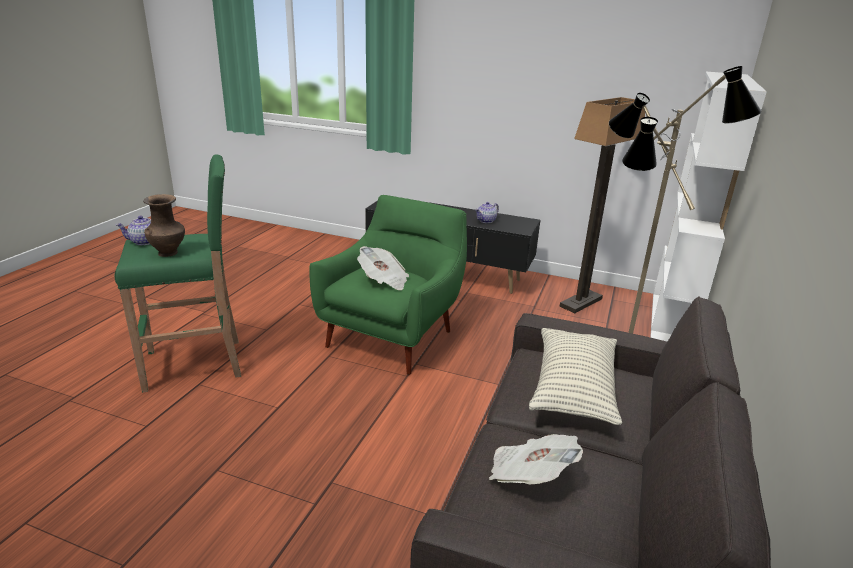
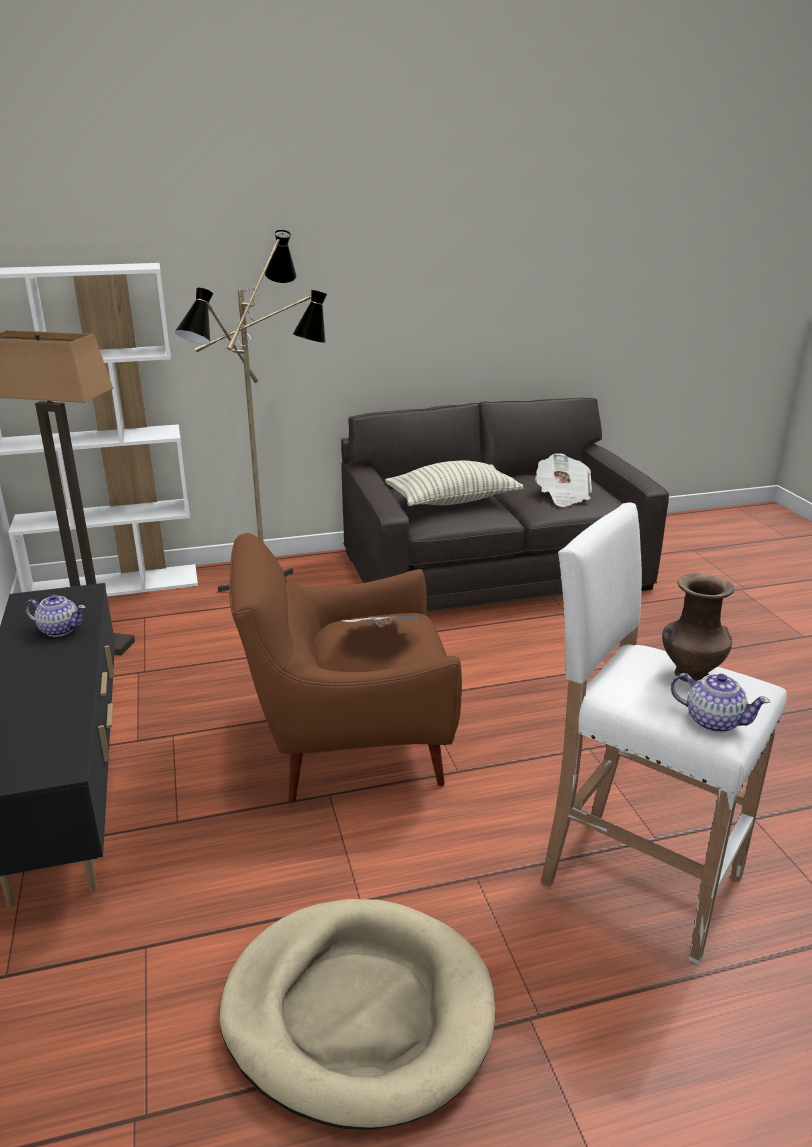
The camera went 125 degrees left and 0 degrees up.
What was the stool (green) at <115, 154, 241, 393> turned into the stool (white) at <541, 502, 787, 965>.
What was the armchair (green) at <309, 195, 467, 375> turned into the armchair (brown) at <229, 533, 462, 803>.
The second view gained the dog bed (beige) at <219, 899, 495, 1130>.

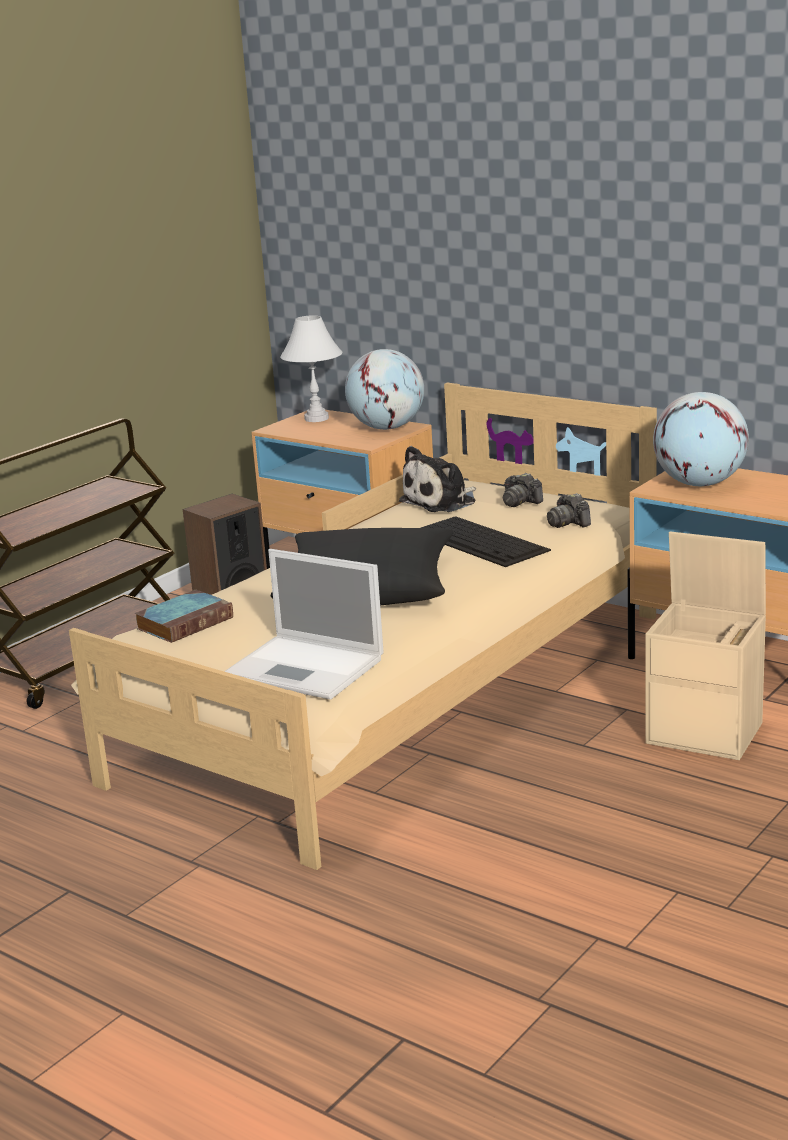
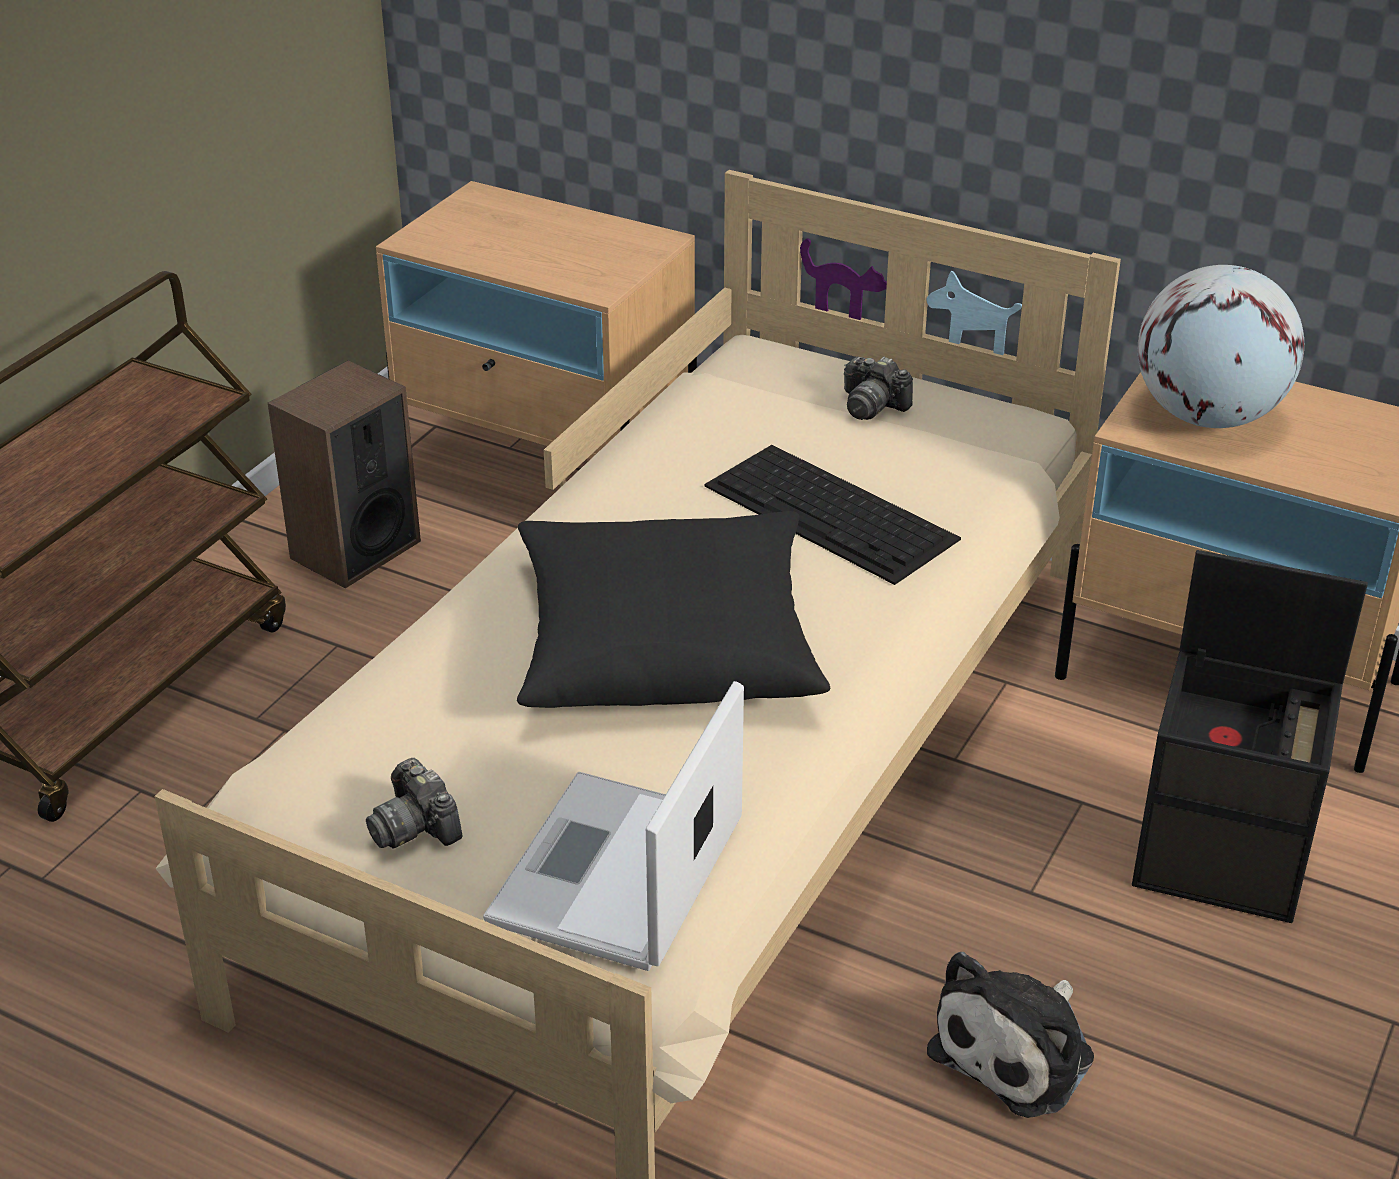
The camera went 10 degrees left and 15 degrees up.
The second view lost the table lamp (white) at <280, 315, 342, 422>.
The second view lost the globe at <345, 349, 424, 430>.
The plush toy ended up elsewhere, having gone from <399, 446, 476, 512> to <927, 952, 1094, 1118>.
The photo camera ended up elsewhere, having gone from <547, 493, 591, 528> to <366, 758, 463, 849>.
What was the storage box (beige) at <646, 532, 766, 760> turned into the storage box (black) at <1132, 550, 1368, 923>.
The laptop at <224, 549, 384, 700> ended up facing another way, 90 degrees clockwise from before.
The second view lost the book at <134, 590, 233, 643>.

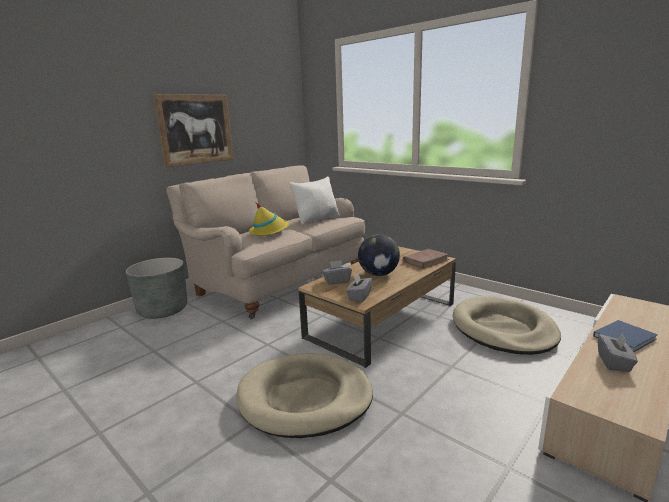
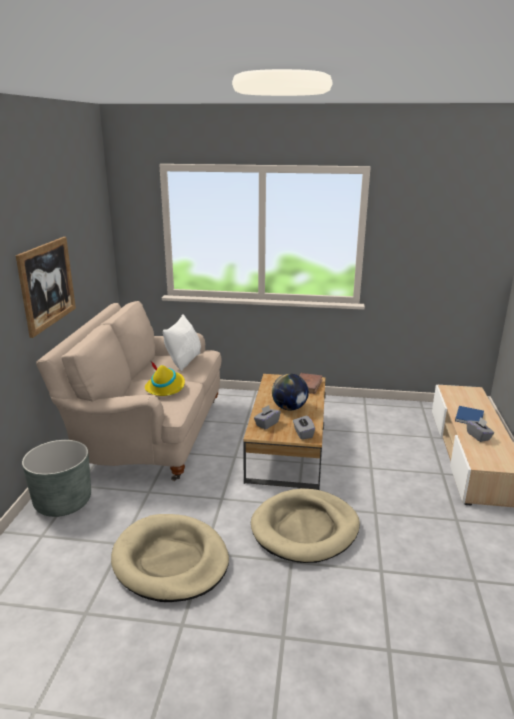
The camera went 35 degrees left and 5 degrees up.
The dog bed (beige) ended up elsewhere, having gone from <453, 296, 561, 355> to <111, 514, 229, 602>.

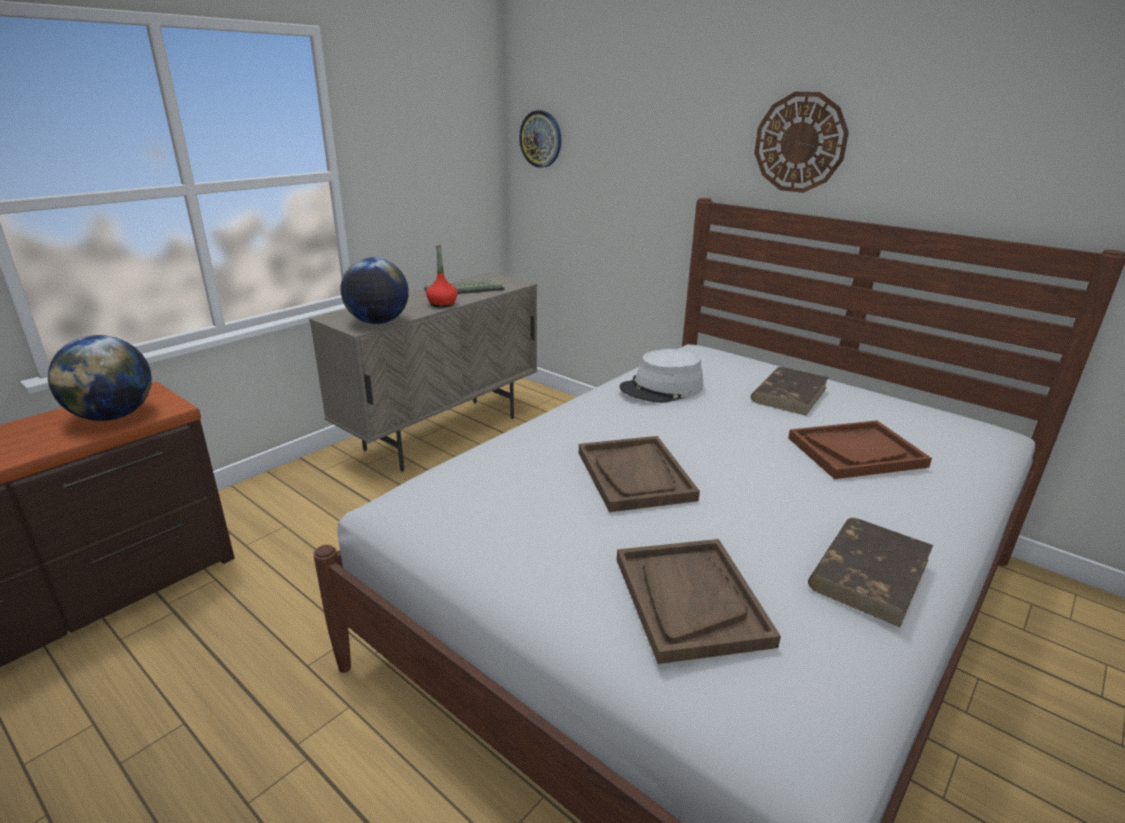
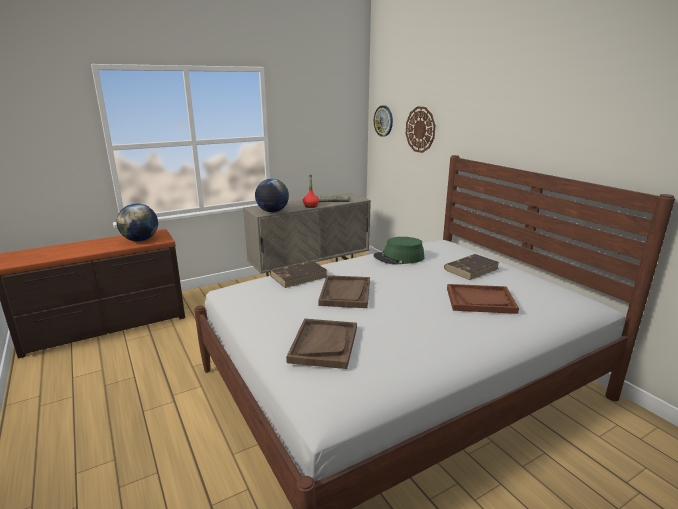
The camera went 20 degrees right and 5 degrees down.
The wall clock ended up elsewhere, having gone from <754, 92, 849, 193> to <406, 106, 435, 153>.
What was the hat (grey) at <619, 349, 703, 403> turned into the hat (green) at <374, 237, 424, 264>.
The book (brown) ended up elsewhere, having gone from <808, 517, 933, 627> to <270, 261, 327, 288>.

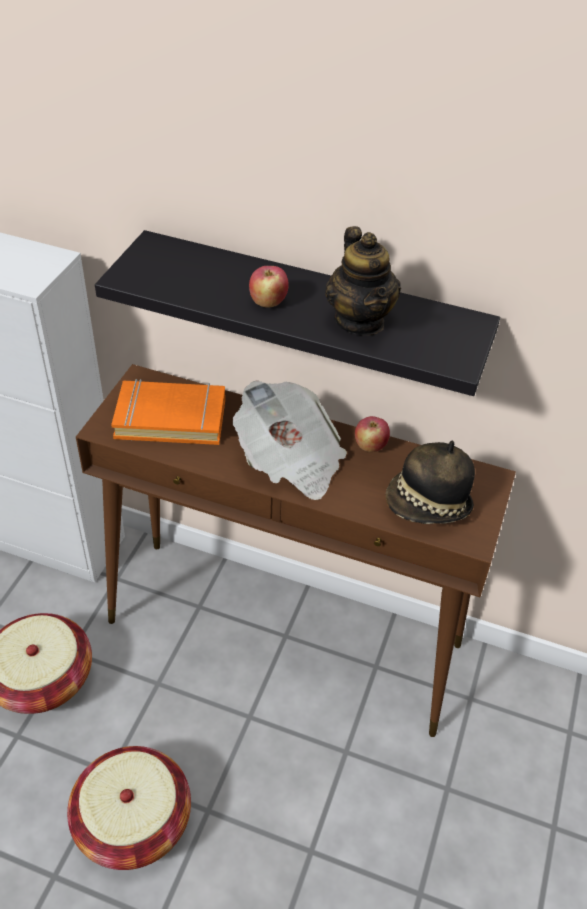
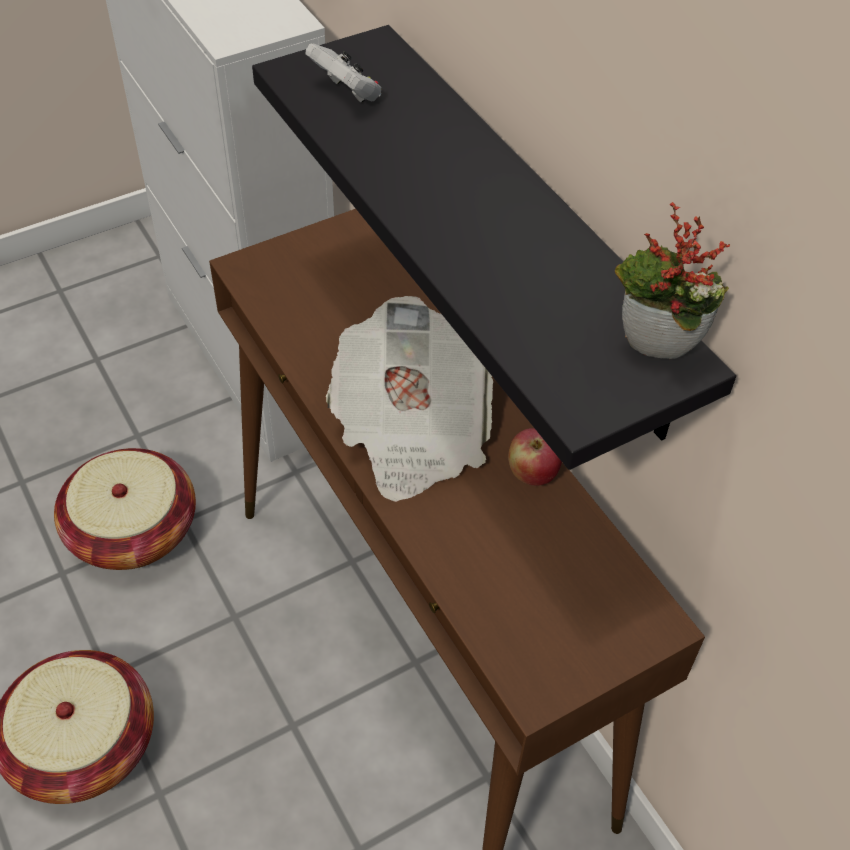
The camera went 40 degrees right and 5 degrees up.
The second view lost the teapot at <325, 226, 401, 336>.
The second view lost the apple at <249, 266, 289, 308>.
The second view lost the book (orange) at <111, 379, 225, 445>.
The second view lost the hat at <386, 441, 475, 524>.
The second view gained the game controller (white) at <306, 43, 381, 102>.
The second view gained the potted plant at <615, 202, 730, 359>.

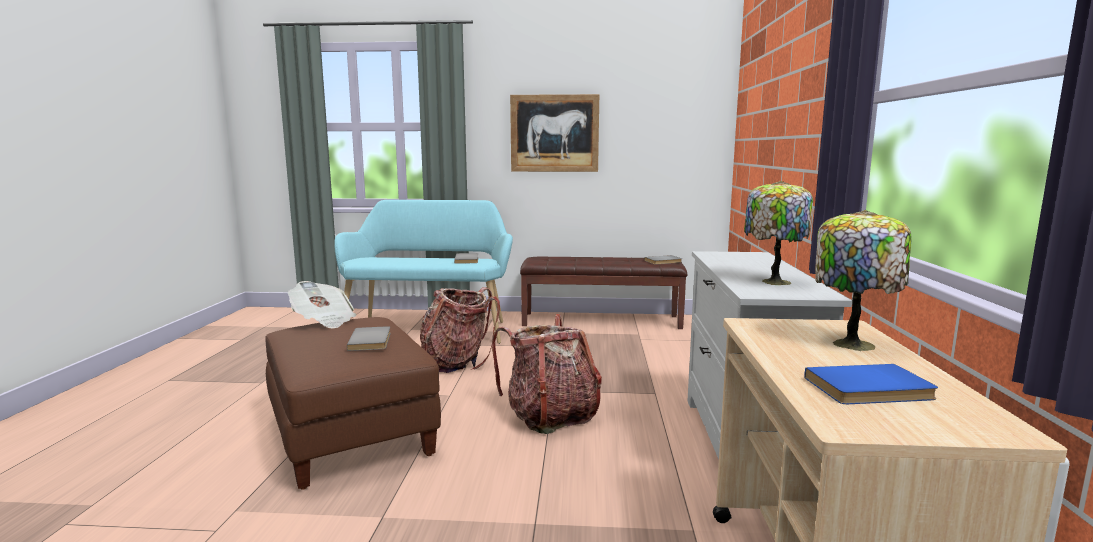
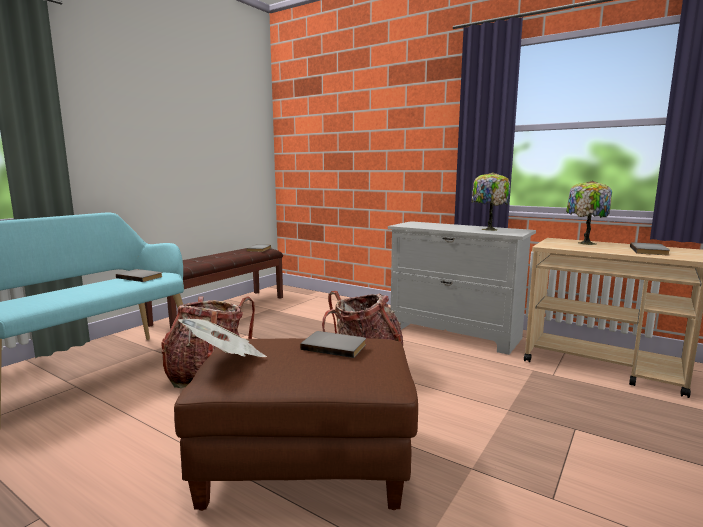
The camera went 60 degrees left and 0 degrees up.
The second view lost the picture at <510, 94, 599, 172>.
What was the book (blue) at <804, 364, 938, 404> turned into the book (grey) at <630, 242, 670, 256>.

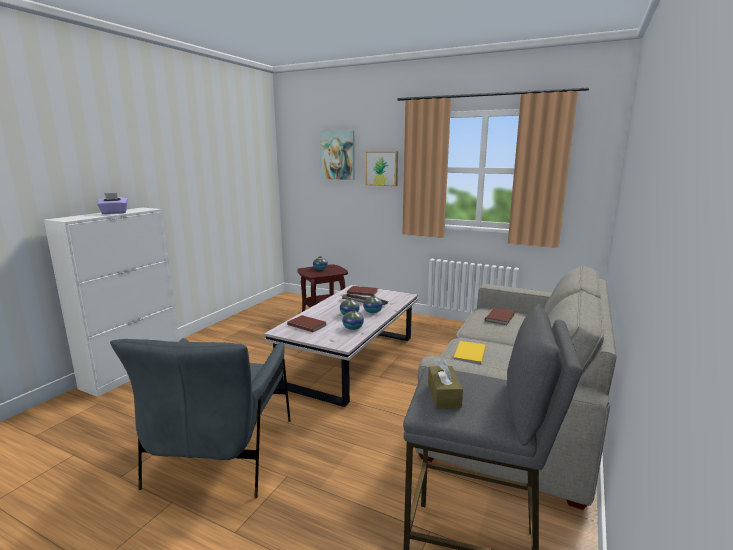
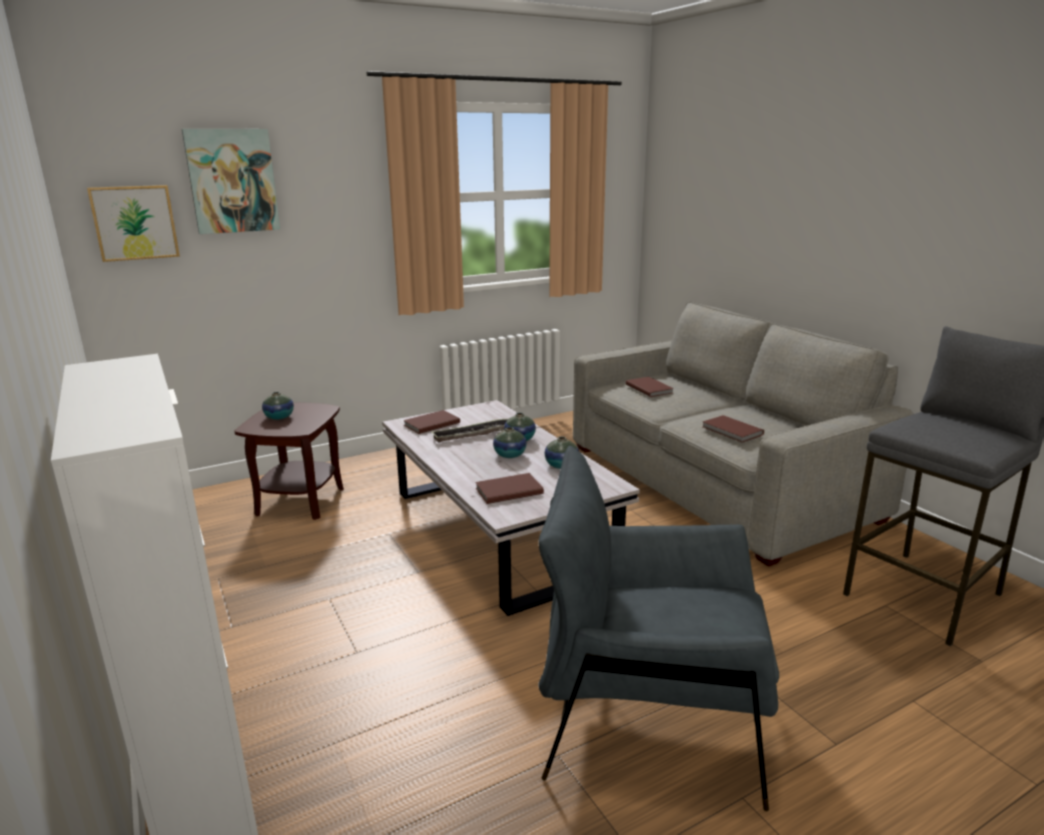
The camera went 55 degrees left and 5 degrees up.
The picture ended up elsewhere, having gone from <365, 151, 398, 186> to <87, 185, 180, 262>.
The second view lost the tissue box (purple) at <97, 193, 128, 214>.
The armchair (grey) at <110, 338, 291, 498> ended up facing another way, 150 degrees clockwise from before.
What was the book (yellow) at <454, 341, 486, 365> turned into the book (brown) at <703, 415, 764, 442>.
The second view lost the tissue box (brown) at <428, 359, 463, 408>.

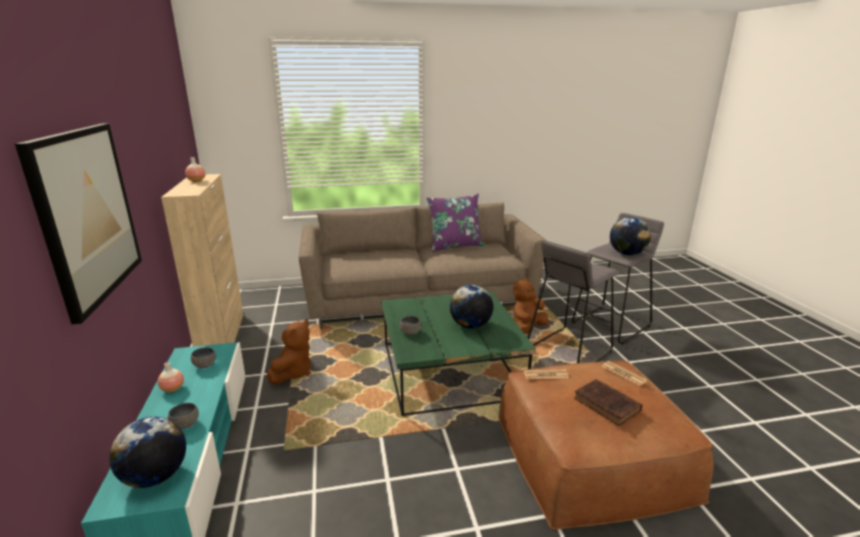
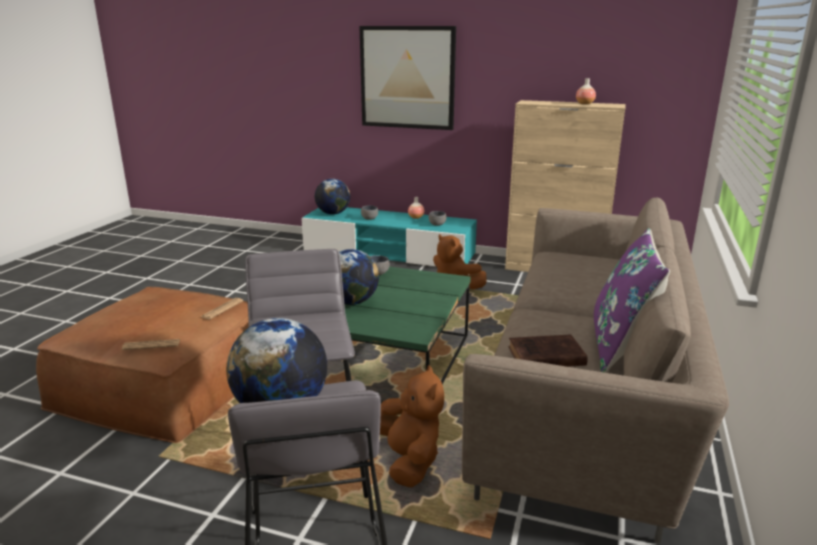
The camera went 120 degrees right and 0 degrees up.
The book (brown) ended up elsewhere, having gone from <574, 379, 642, 426> to <508, 334, 588, 367>.

